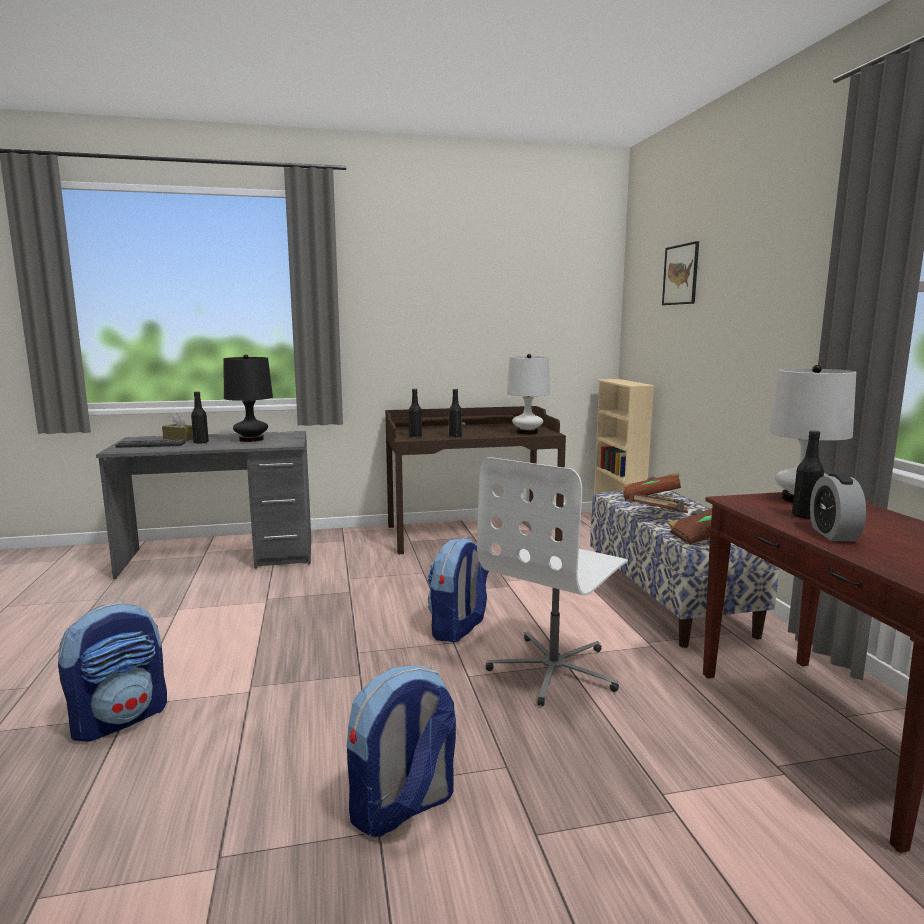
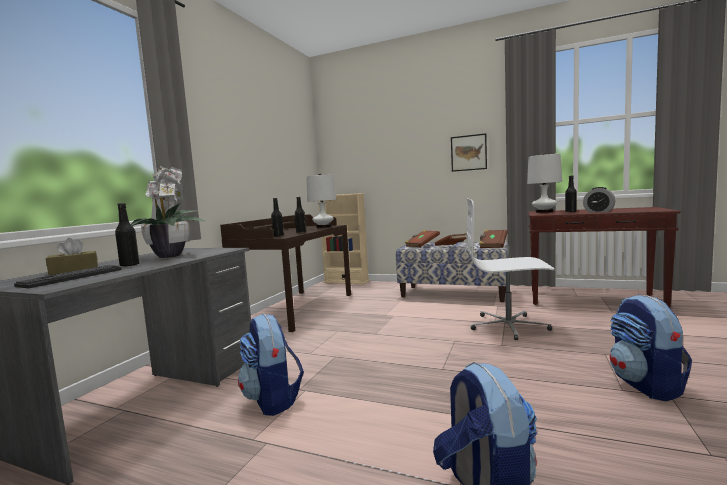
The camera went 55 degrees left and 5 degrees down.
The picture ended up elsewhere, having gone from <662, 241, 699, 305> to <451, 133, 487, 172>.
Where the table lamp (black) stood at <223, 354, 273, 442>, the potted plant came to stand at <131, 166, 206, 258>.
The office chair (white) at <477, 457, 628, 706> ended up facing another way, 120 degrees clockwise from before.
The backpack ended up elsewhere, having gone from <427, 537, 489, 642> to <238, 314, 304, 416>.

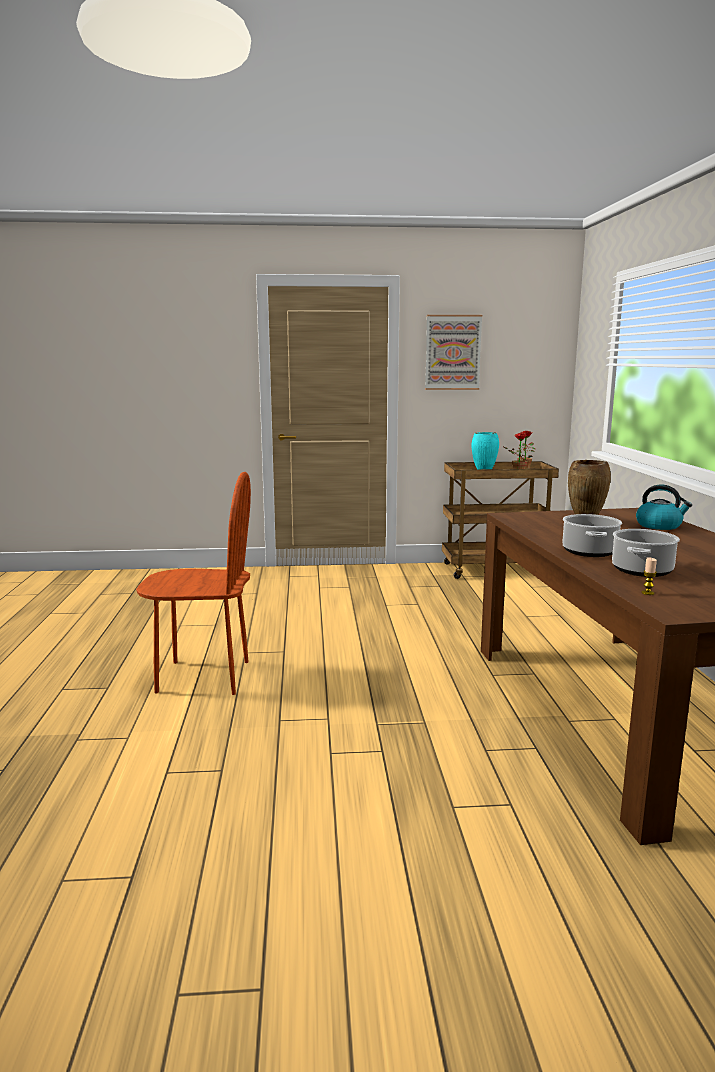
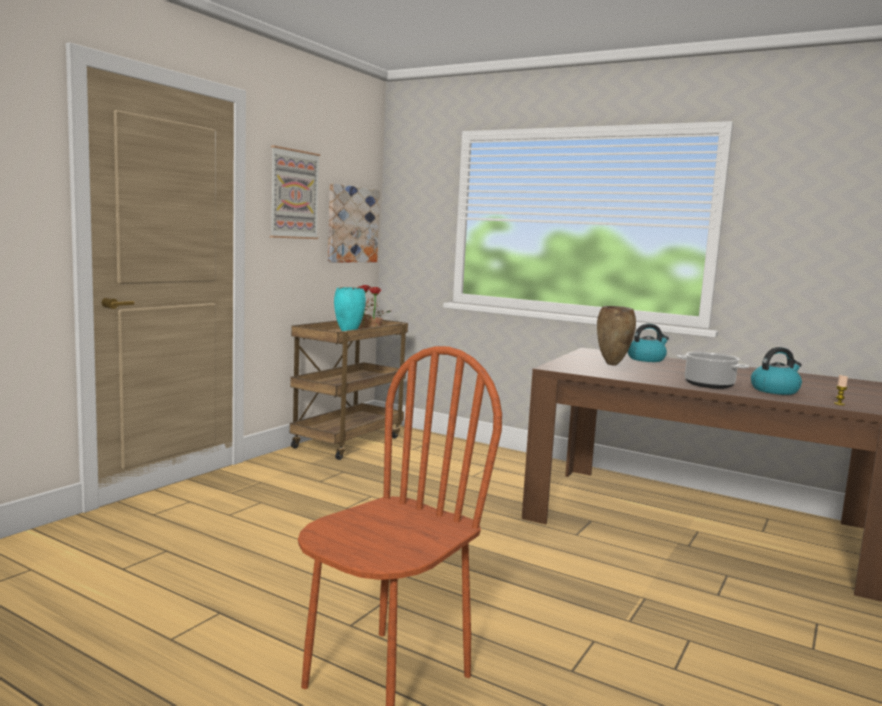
The camera went 55 degrees left and 5 degrees down.
Where the cooking pot stood at <612, 529, 680, 577>, the kettle came to stand at <751, 347, 802, 395>.
The second view gained the picture at <328, 183, 380, 262>.

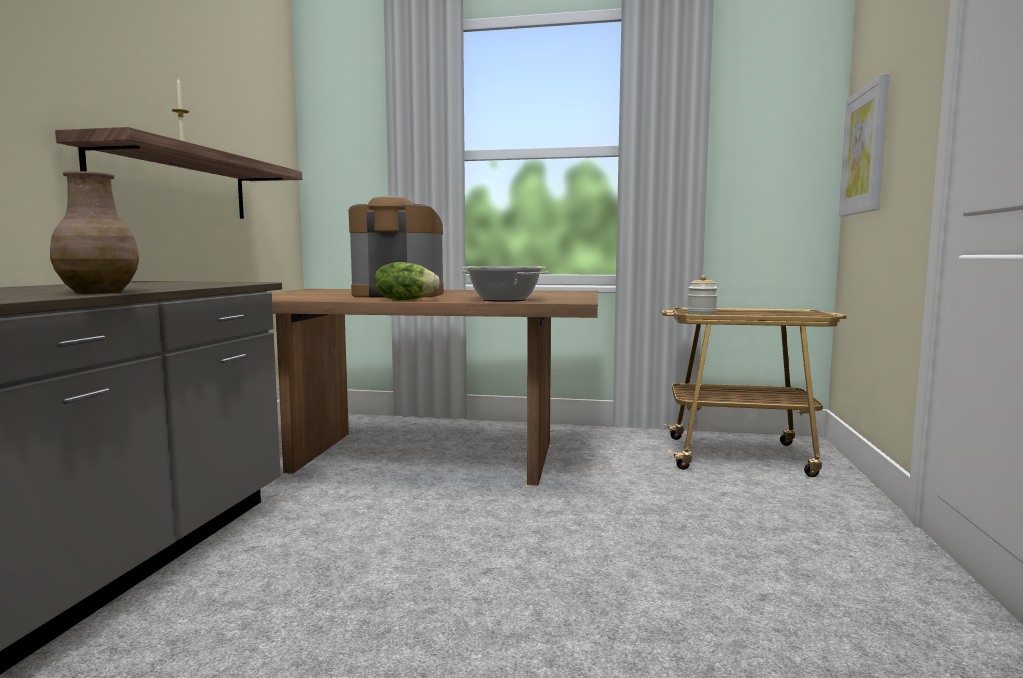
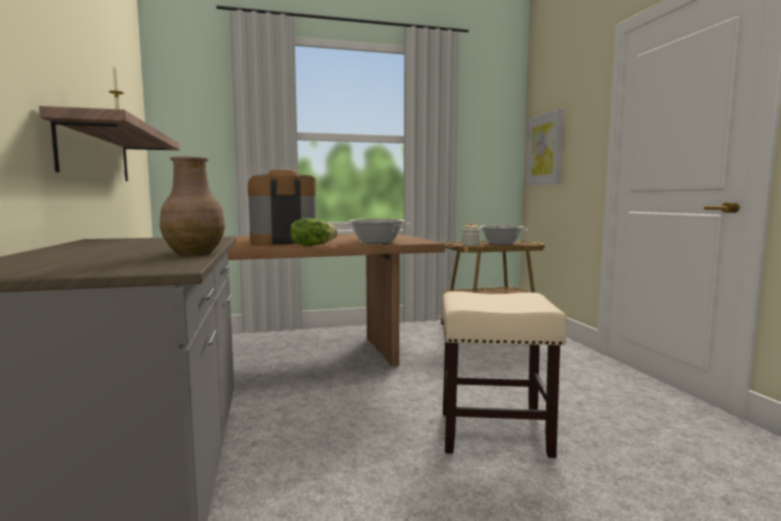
The camera went 25 degrees left and 0 degrees up.
The second view gained the cooking pot at <478, 225, 528, 245>.
The second view gained the stool (beige) at <442, 291, 567, 458>.

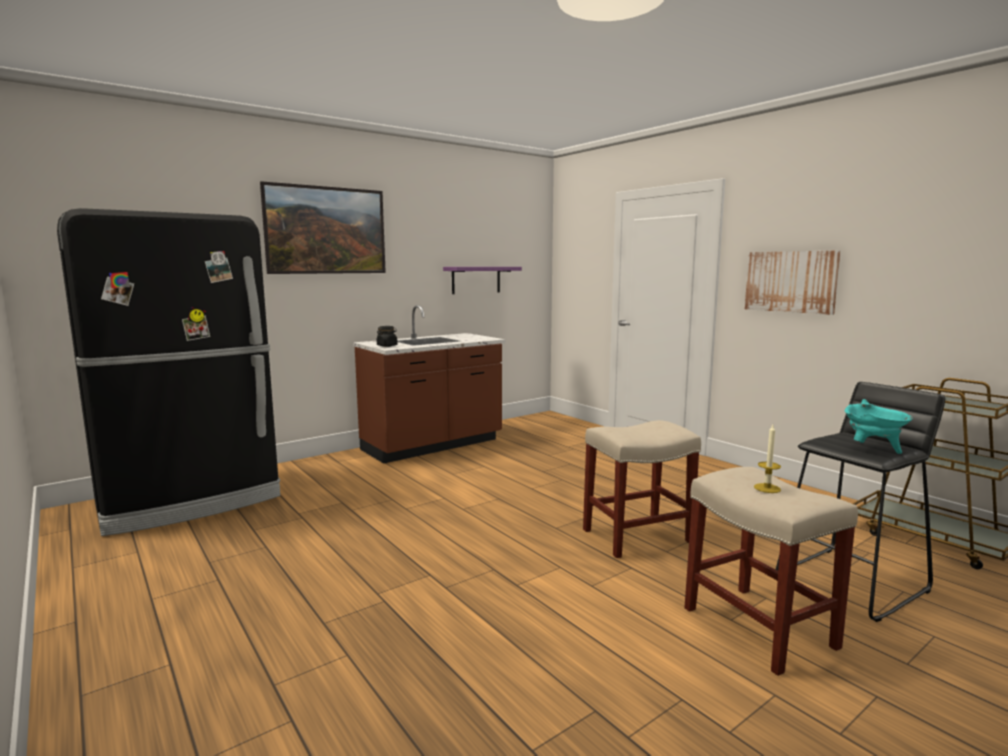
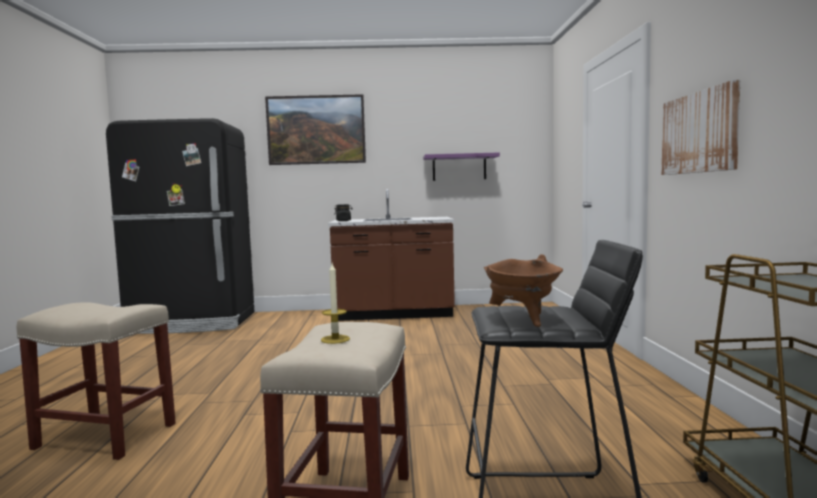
The camera went 35 degrees right and 5 degrees down.
What was the cooking pot (turquoise) at <844, 399, 913, 454> turned into the cooking pot (brown) at <484, 254, 563, 327>.
The stool (beige) ended up elsewhere, having gone from <583, 420, 701, 558> to <17, 302, 176, 460>.

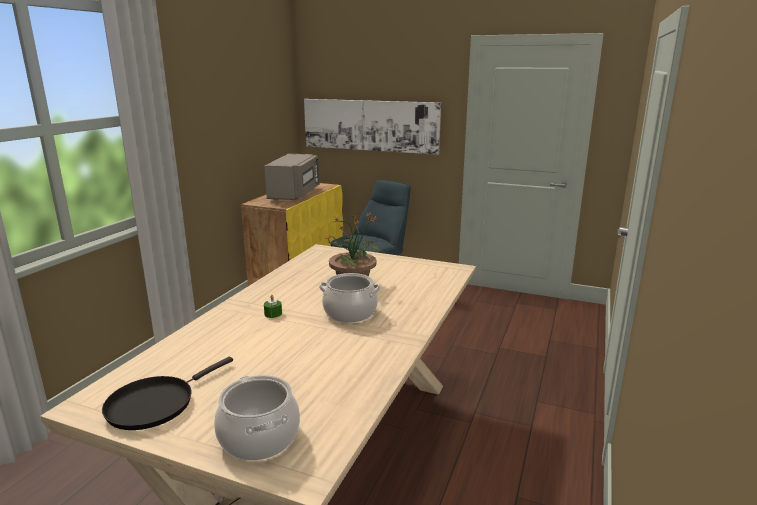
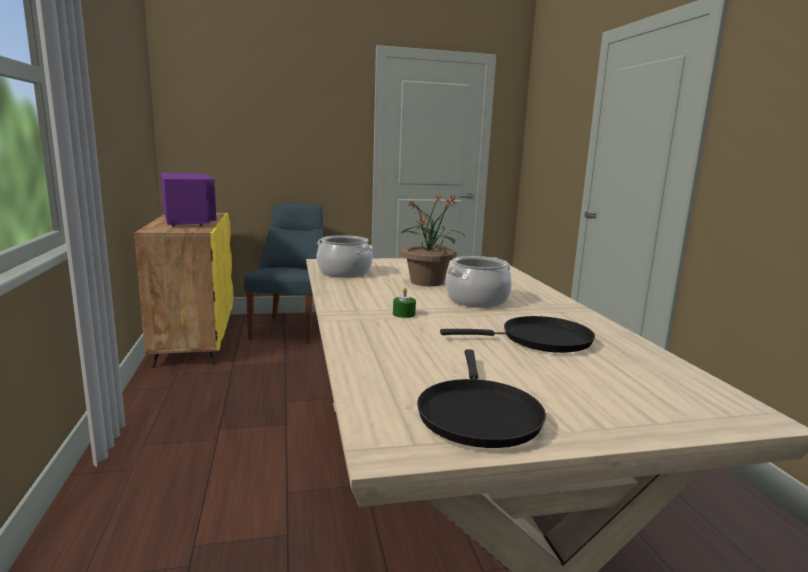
The camera went 35 degrees left and 5 degrees down.
The second view lost the picture at <304, 99, 441, 155>.
What was the microwave (grey) at <264, 154, 320, 200> turned into the microwave (purple) at <161, 173, 217, 227>.
The cooking pot ended up elsewhere, having gone from <214, 375, 300, 461> to <316, 235, 373, 278>.
The second view gained the frying pan (black) at <440, 316, 595, 353>.

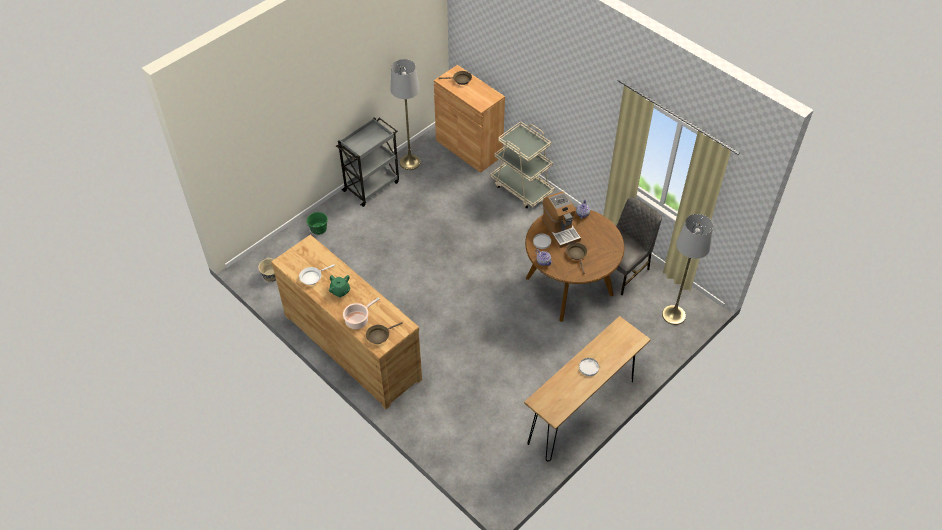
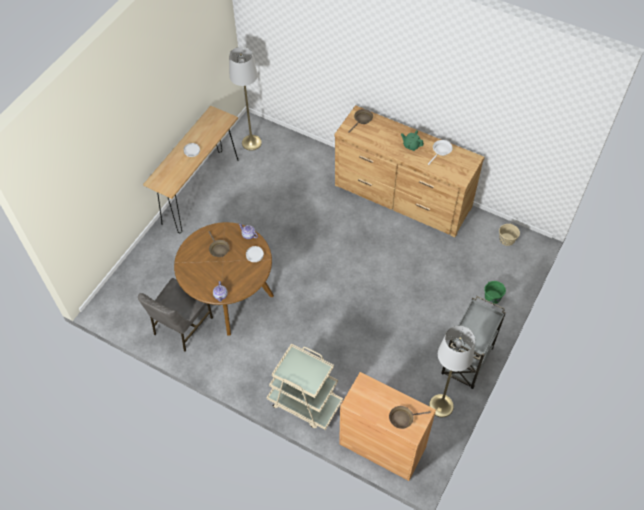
The camera went 165 degrees right and 5 degrees up.
The second view lost the coffee machine at <542, 191, 581, 248>.
The floor lamp (grey) ended up elsewhere, having gone from <662, 214, 713, 325> to <229, 47, 262, 151>.
The second view lost the cooking pot at <343, 298, 380, 329>.

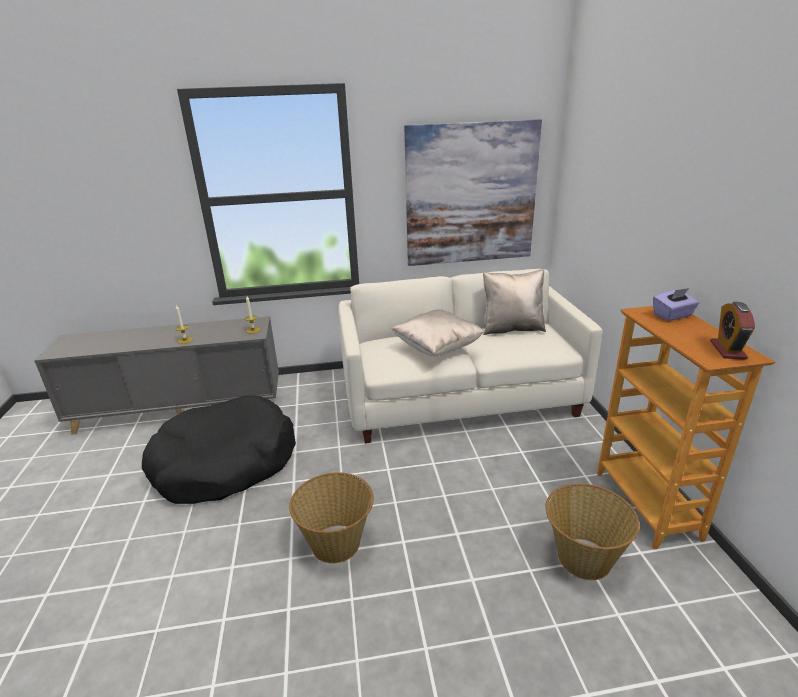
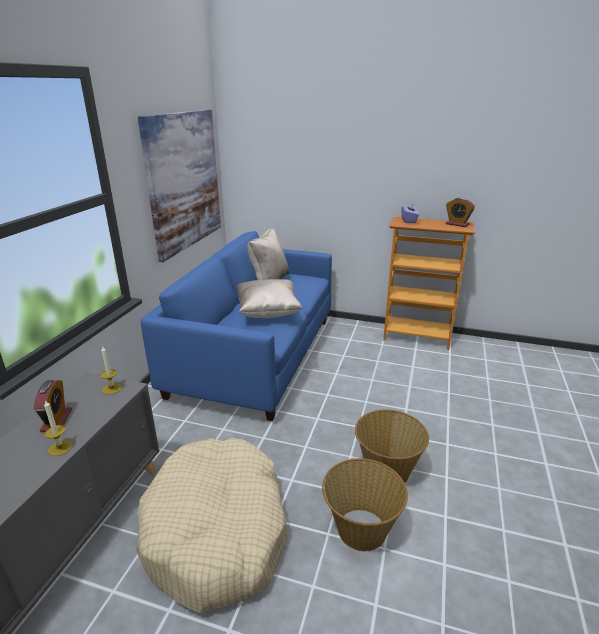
The camera went 65 degrees left and 0 degrees up.
What was the sofa (white) at <338, 269, 603, 443> turned into the sofa (blue) at <141, 231, 332, 421>.
What was the dog bed (black) at <142, 396, 296, 504> turned into the dog bed (beige) at <136, 438, 288, 613>.
The basket ended up elsewhere, having gone from <545, 483, 640, 580> to <322, 458, 408, 551>.
The second view gained the alarm clock at <34, 380, 72, 432>.

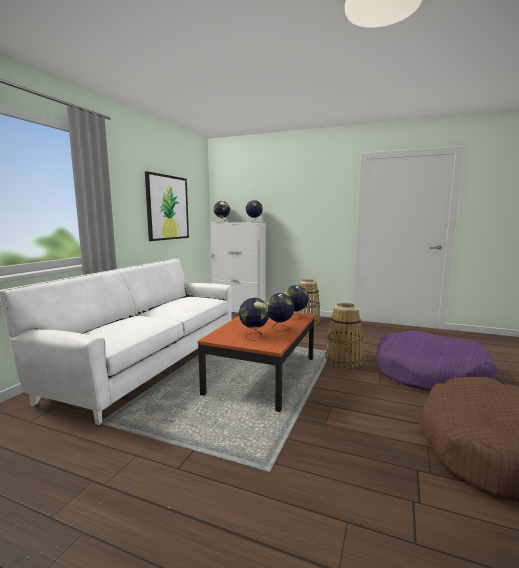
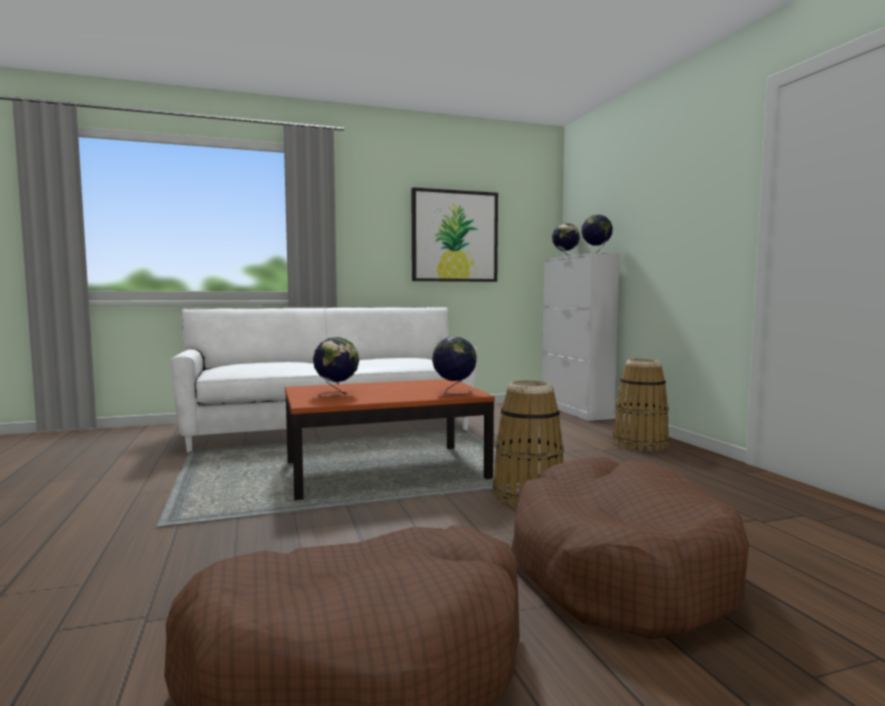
The camera went 50 degrees right and 5 degrees down.
The second view lost the globe at <266, 293, 294, 331>.
What was the dog bed (purple) at <376, 330, 497, 391> turned into the dog bed (brown) at <511, 457, 749, 639>.

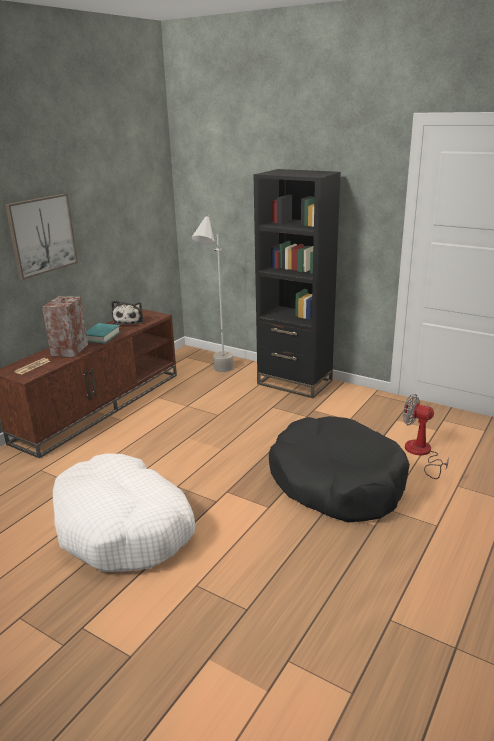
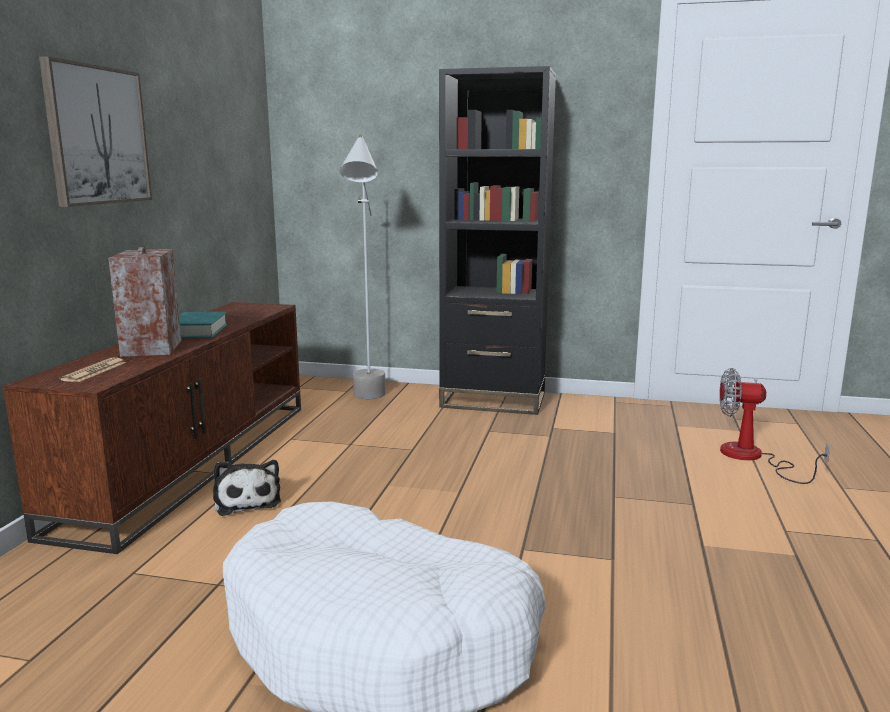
The camera went 20 degrees left and 10 degrees down.
The plush toy ended up elsewhere, having gone from <111, 300, 143, 325> to <213, 460, 281, 516>.
The second view lost the dog bed (black) at <269, 416, 410, 522>.

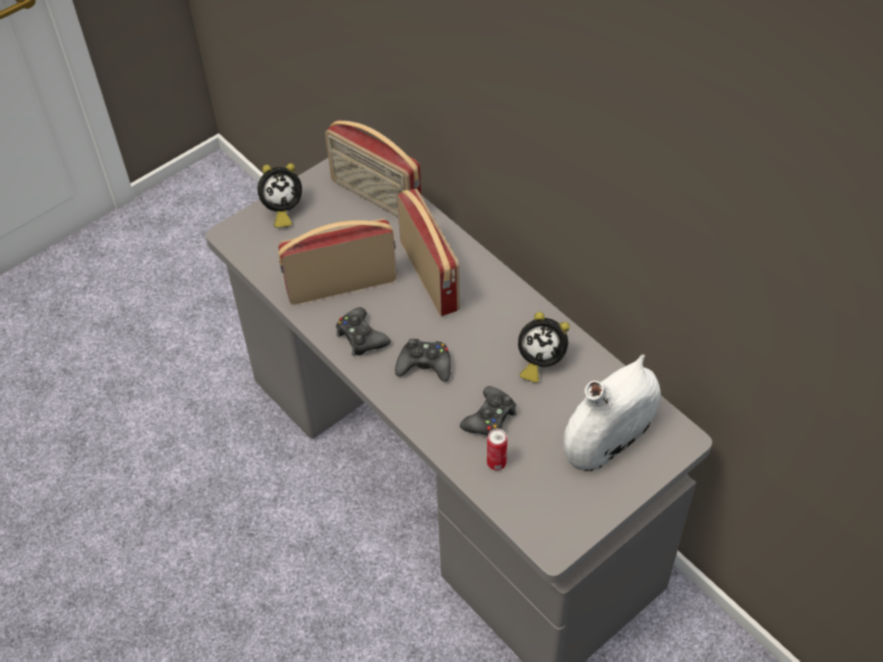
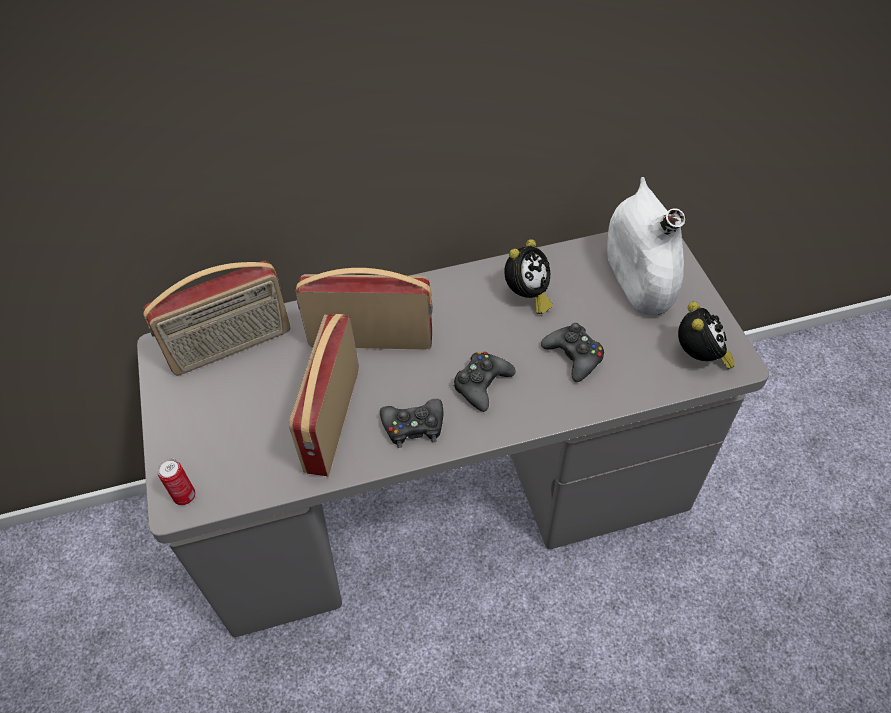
The camera went 65 degrees left and 0 degrees up.
The alarm clock ended up elsewhere, having gone from <257, 163, 302, 228> to <678, 302, 735, 369>.
The can ended up elsewhere, having gone from <487, 429, 507, 471> to <157, 458, 196, 505>.

